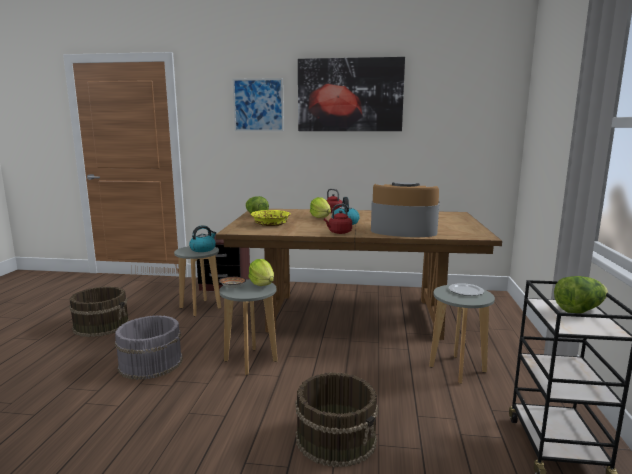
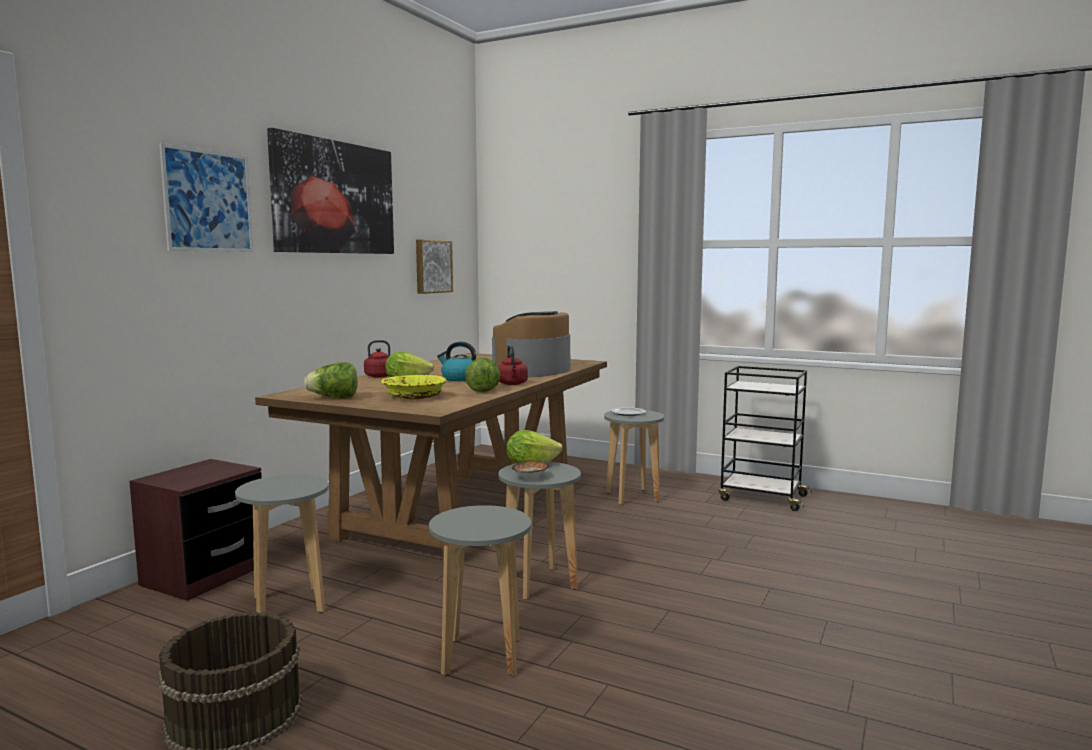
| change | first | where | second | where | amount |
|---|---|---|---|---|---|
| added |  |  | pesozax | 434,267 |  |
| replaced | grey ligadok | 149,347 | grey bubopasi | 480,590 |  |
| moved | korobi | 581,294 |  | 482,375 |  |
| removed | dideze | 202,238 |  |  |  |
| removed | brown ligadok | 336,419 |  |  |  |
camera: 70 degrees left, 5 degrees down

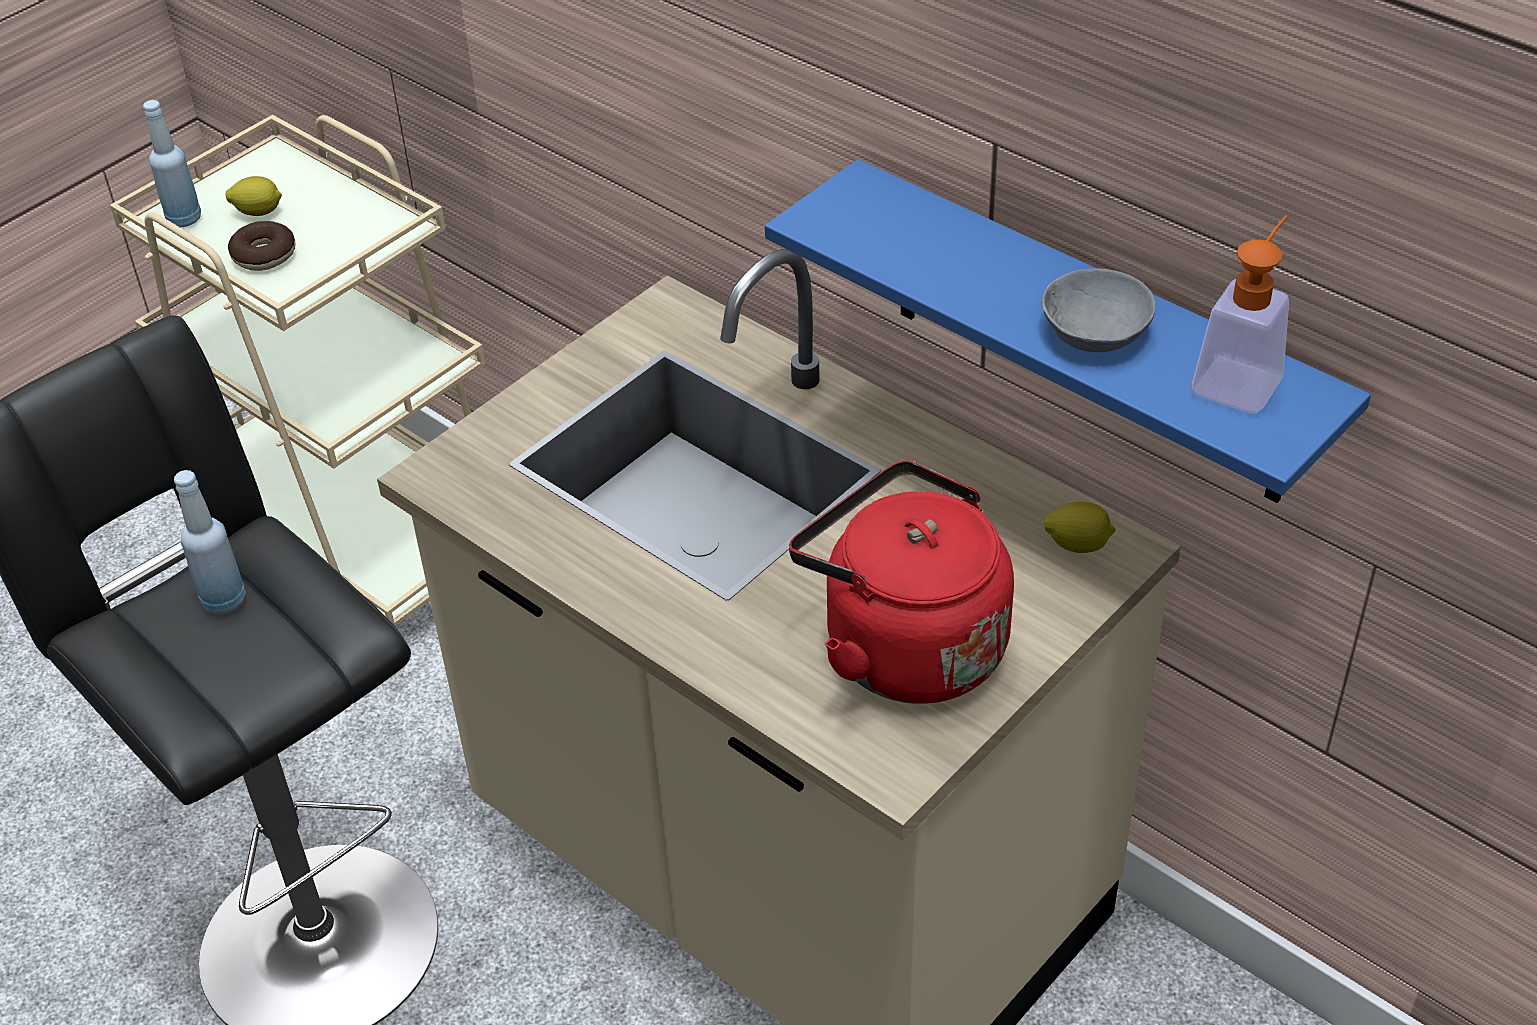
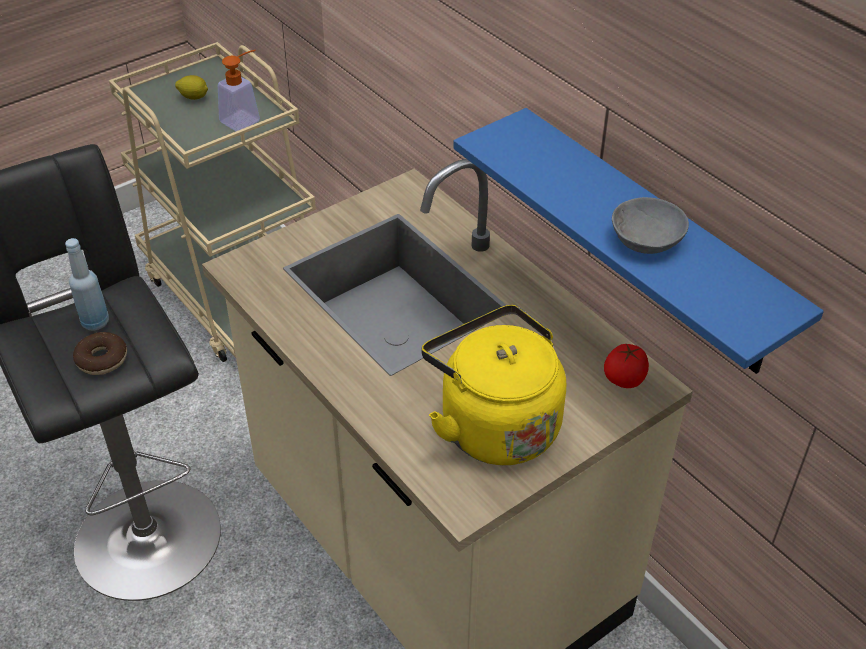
| change | first | where | second | where | amount |
|---|---|---|---|---|---|
| moved | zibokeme | 261,246 |  | 100,353 |  |
| moved | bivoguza | 1240,314 |  | 239,90 |  |
| recoloured | red dideze | 901,582 | yellow dideze | 493,385 |  |
| replaced | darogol | 1079,527 | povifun | 626,365 |  |
| removed | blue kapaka | 172,164 |  |  |  |
camera: 10 degrees right, 0 degrees up

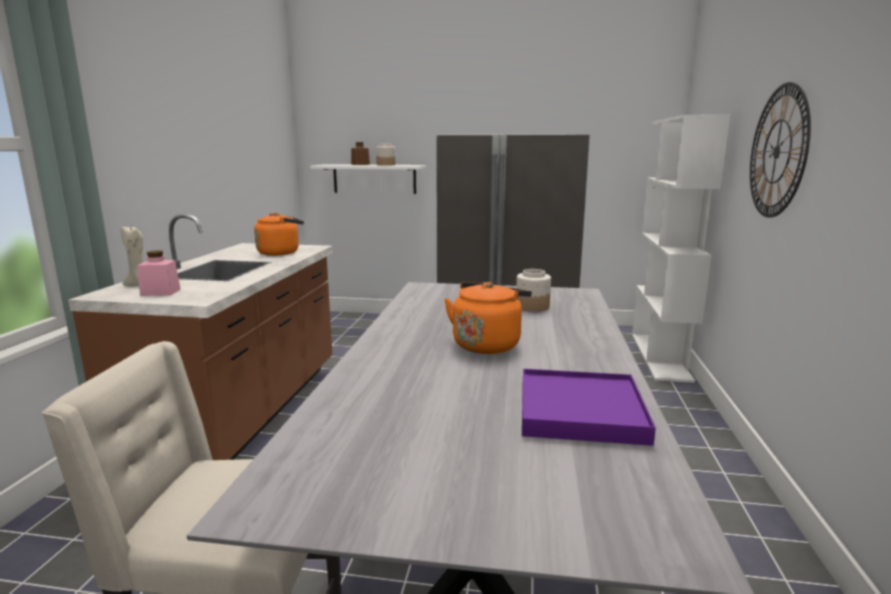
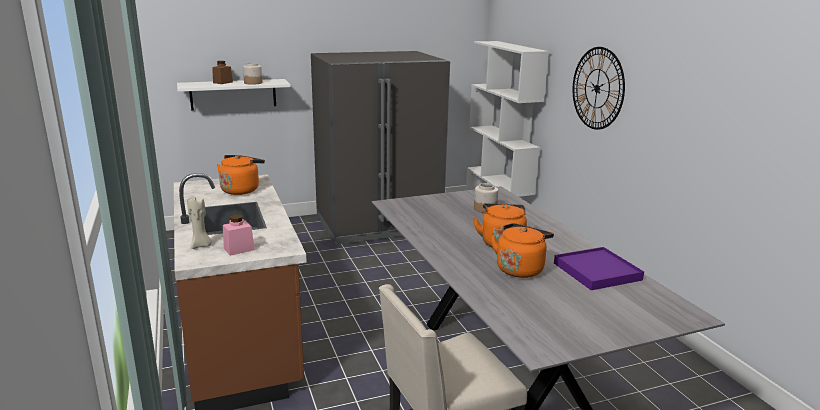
| change | first | where | second | where | amount |
|---|---|---|---|---|---|
| added |  |  | orange dideze | 522,250 |  |
camera: 30 degrees left, 5 degrees up

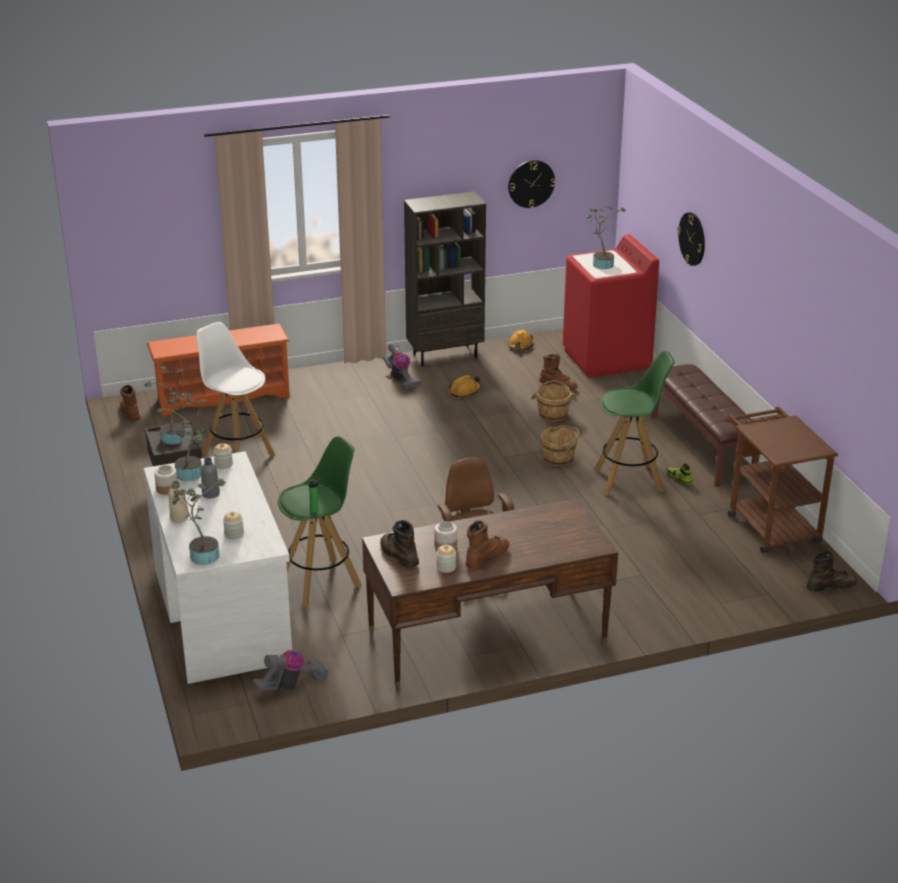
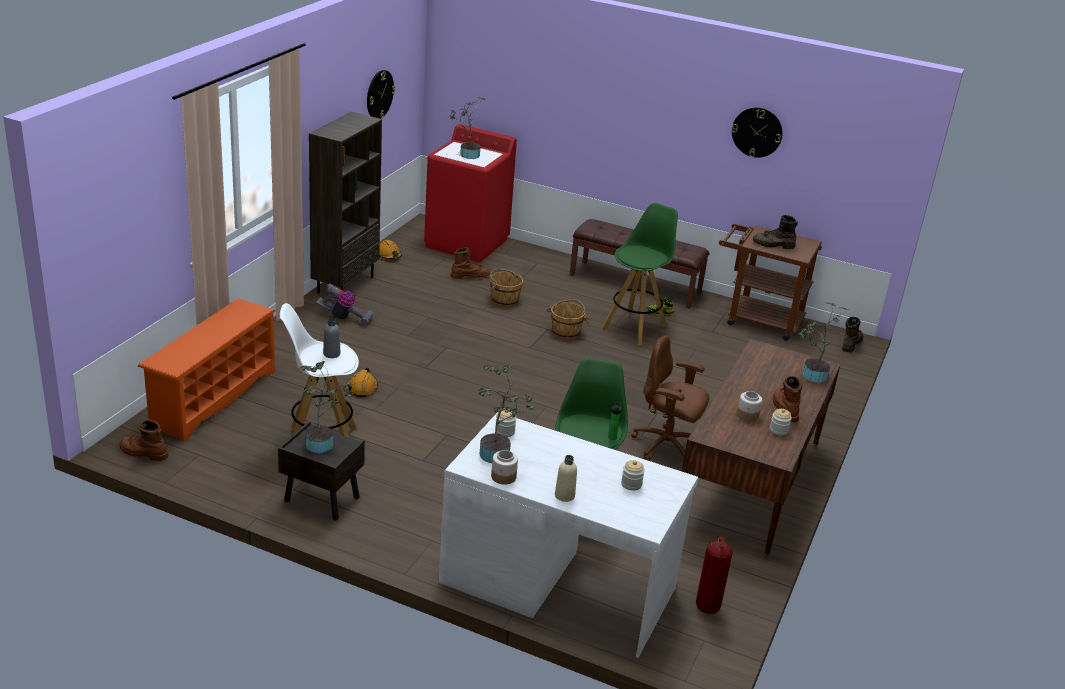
| change | first | where | second | where | amount |
|---|---|---|---|---|---|
| moved | grey kapaka | 210,477 |  | 331,338 |  |
| moved | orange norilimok | 465,386 |  | 363,382 |  |
| replaced | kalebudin | 290,670 | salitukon | 714,574 |  |
| moved | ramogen | 691,239 |  | 757,132 |  |
| moved | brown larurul | 399,544 |  | 775,232 |  |
| moved | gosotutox | 199,522 |  | 823,342 |  |
camera: 50 degrees left, 0 degrees up

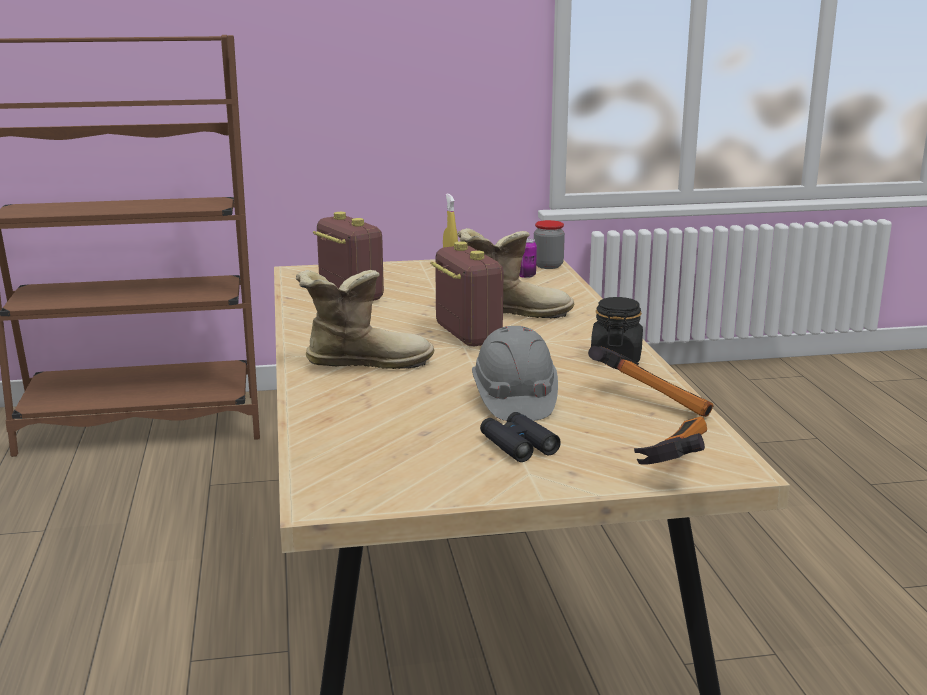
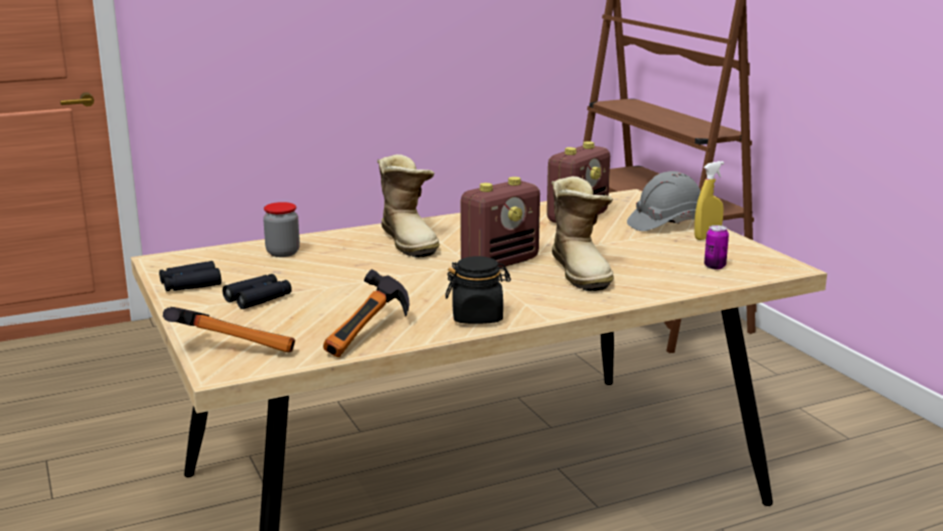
| change | first | where | second | where | amount |
|---|---|---|---|---|---|
| added |  |  | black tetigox | 190,276 |  |
| moved | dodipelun | 549,244 |  | 281,229 |  |
| moved | grey norilimok | 515,373 |  | 664,201 |  |
camera: 75 degrees right, 0 degrees up

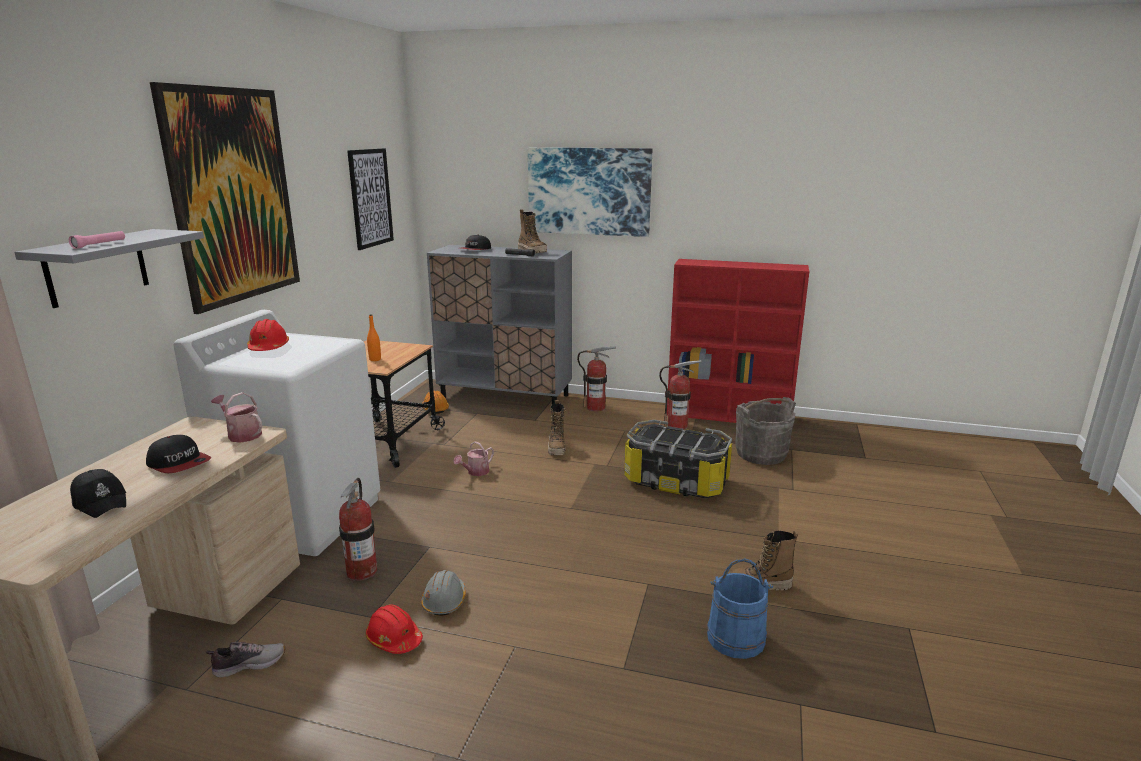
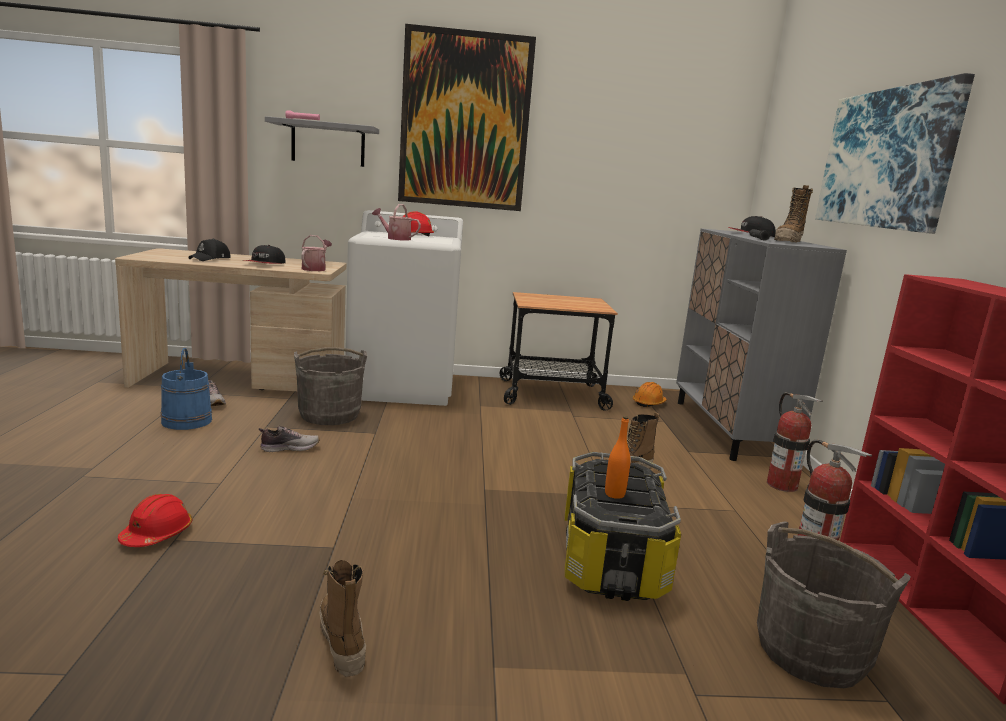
| change | first | where | second | where | amount |
|---|---|---|---|---|---|
| moved | red norilimok | 394,629 |  | 155,520 |  |
| moved | blue ligadok | 740,608 |  | 186,389 |  |
| replaced | grey norilimok | 443,593 | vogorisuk | 289,439 |  |
| replaced | salitukon | 358,529 | grey ligadok | 330,386 |  |
| moved | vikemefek | 473,458 |  | 396,222 |  |
| moved | orange kapaka | 374,337 |  | 618,457 |  |
| removed | pesozax | 370,199 |  |  |  |
camera: 70 degrees right, 5 degrees down

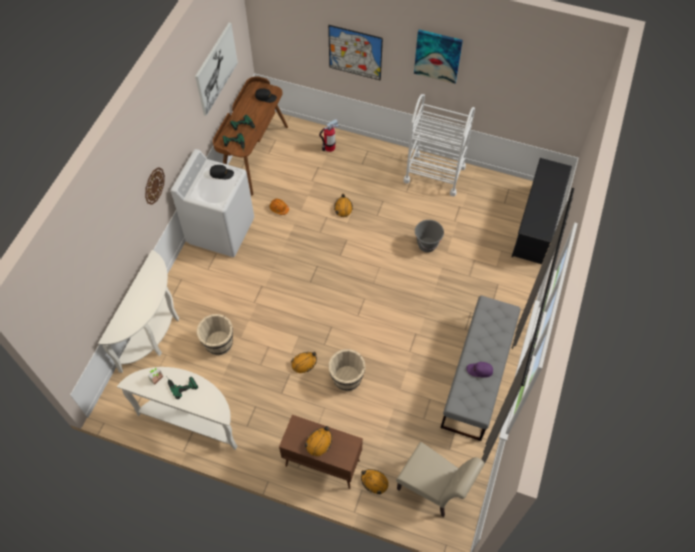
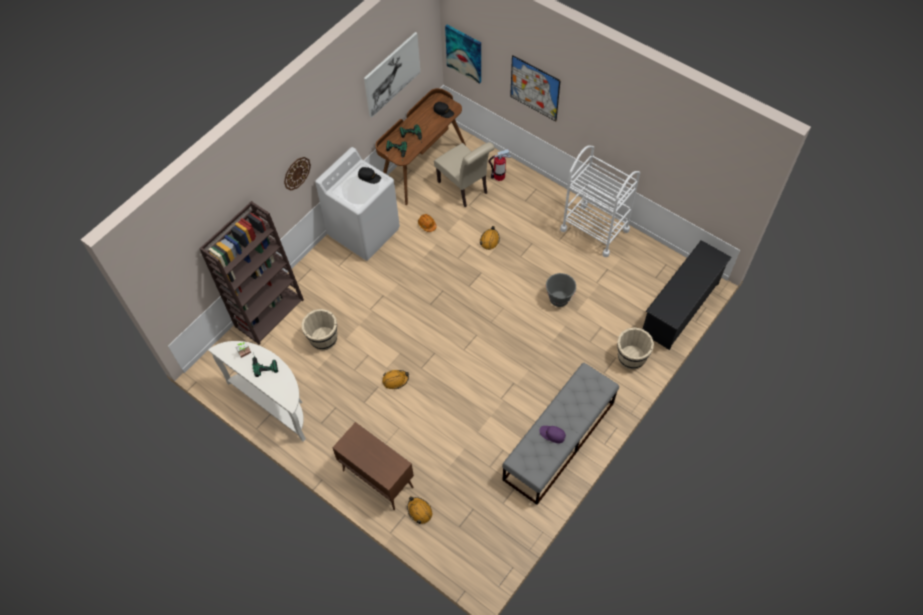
| change | first | where | second | where | amount |
|---|---|---|---|---|---|
| replaced | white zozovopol | 138,311 | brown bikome | 251,273 |  |
| moved | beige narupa | 440,479 |  | 464,174 |  |
| moved | pesozax | 438,57 |  | 463,54 |  |
| moved | beige ligadok | 347,370 |  | 635,348 |  |
| removed | orange norilimok | 318,441 |  |  |  |
camera: 20 degrees right, 0 degrees up

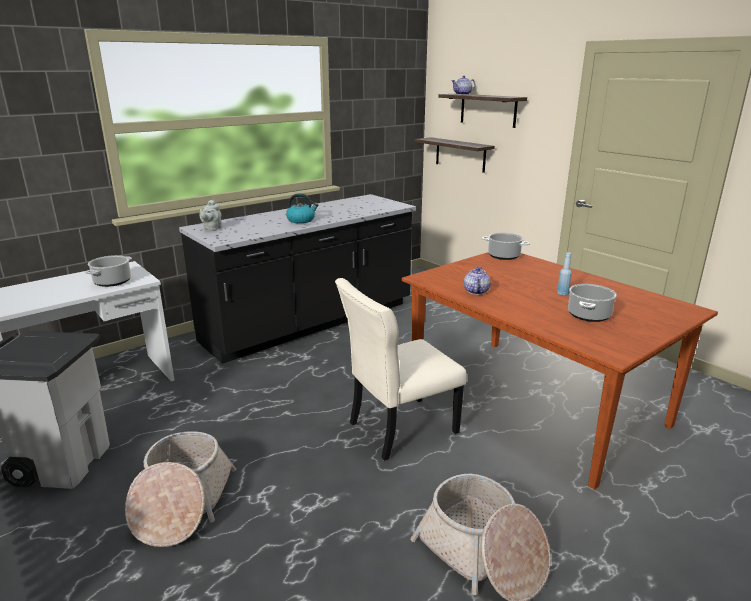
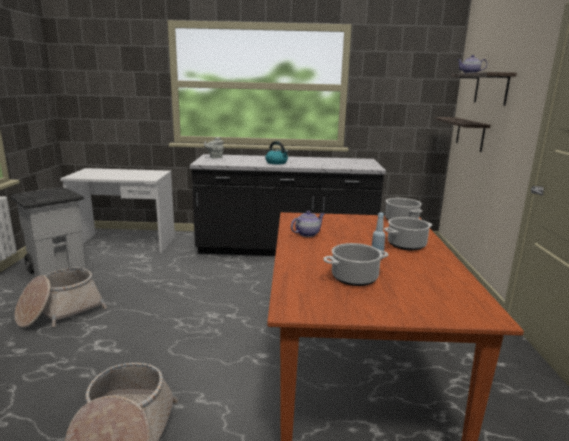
| change | first | where | second | where | amount |
|---|---|---|---|---|---|
| moved | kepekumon | 108,271 |  | 408,233 |  |
| removed | beige narupa | 401,369 |  |  |  |
camera: 40 degrees right, 5 degrees down

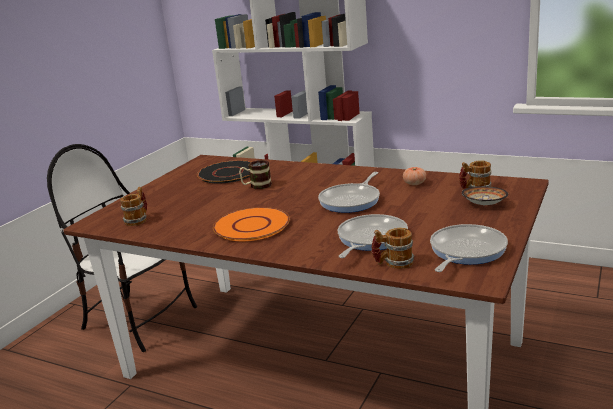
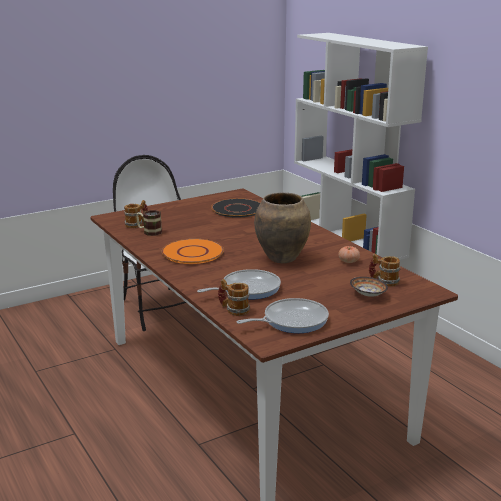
| change | first | where | second | where | amount |
|---|---|---|---|---|---|
| moved | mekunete | 255,174 |  | 149,223 |  |
| replaced | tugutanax | 349,192 | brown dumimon | 282,228 |  |
camera: 30 degrees right, 0 degrees up

